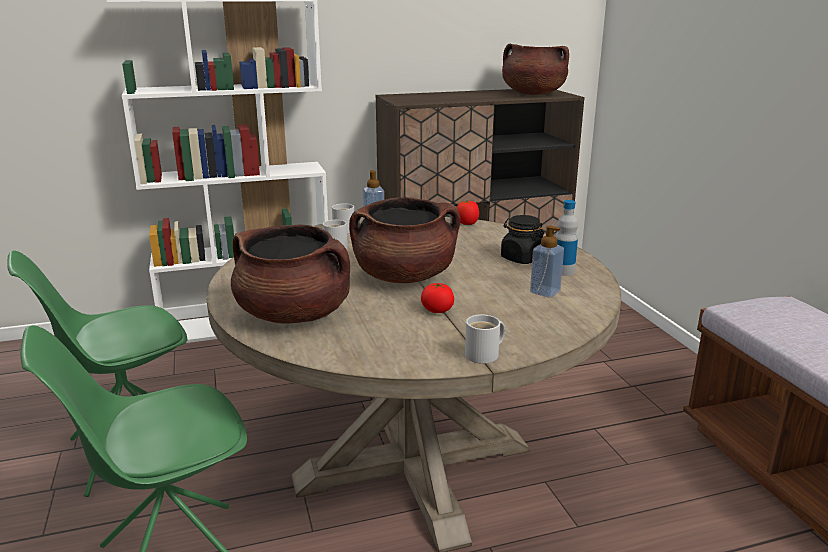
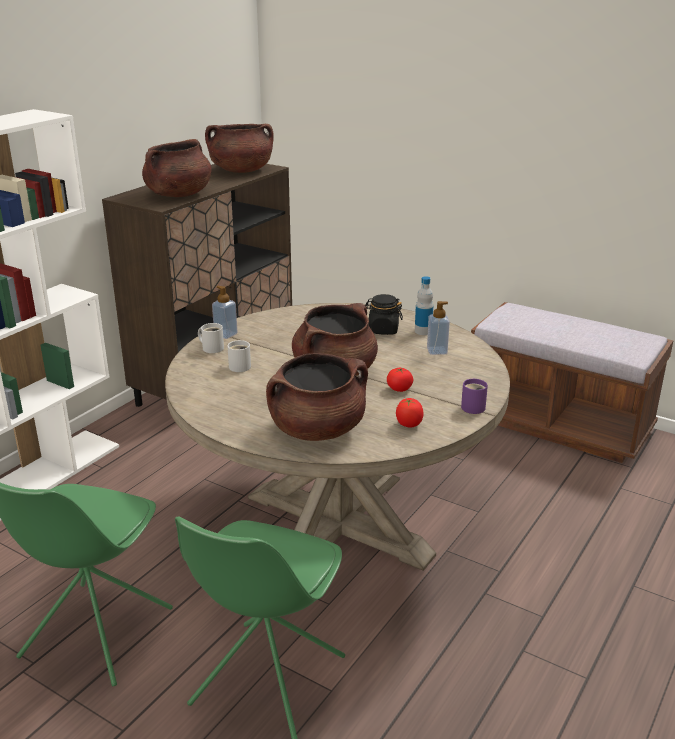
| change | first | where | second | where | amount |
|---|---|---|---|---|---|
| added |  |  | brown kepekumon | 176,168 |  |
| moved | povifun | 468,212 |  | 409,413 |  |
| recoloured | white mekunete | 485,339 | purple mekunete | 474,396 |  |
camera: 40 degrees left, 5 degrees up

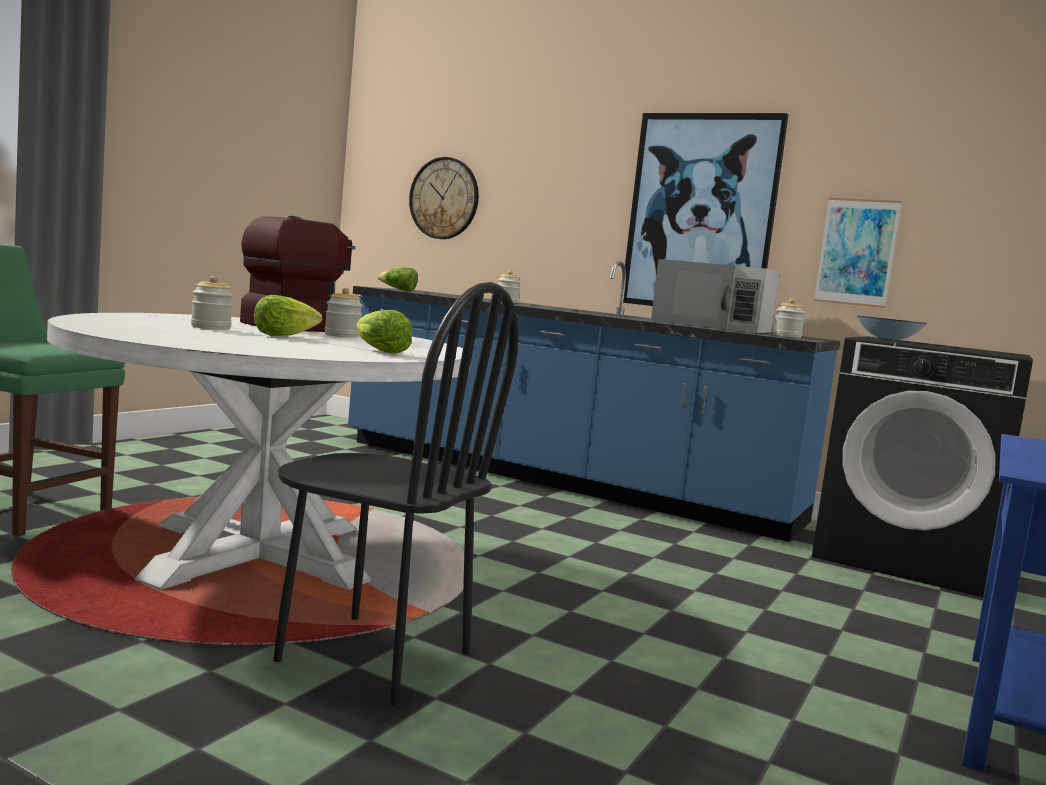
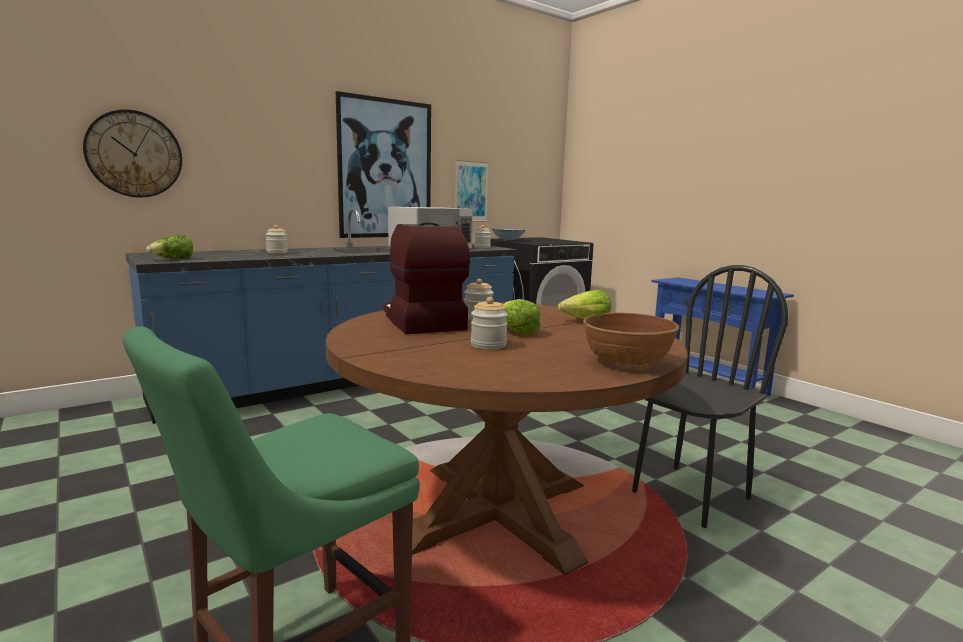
| change | first | where | second | where | amount |
|---|---|---|---|---|---|
| recoloured | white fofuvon | 258,451 | brown fofuvon | 507,438 |  |
| added |  |  | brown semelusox | 631,340 |  |
camera: 65 degrees left, 5 degrees up

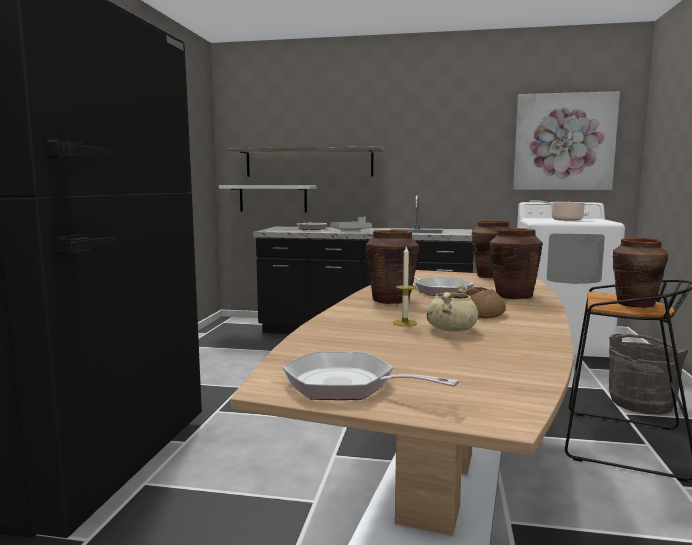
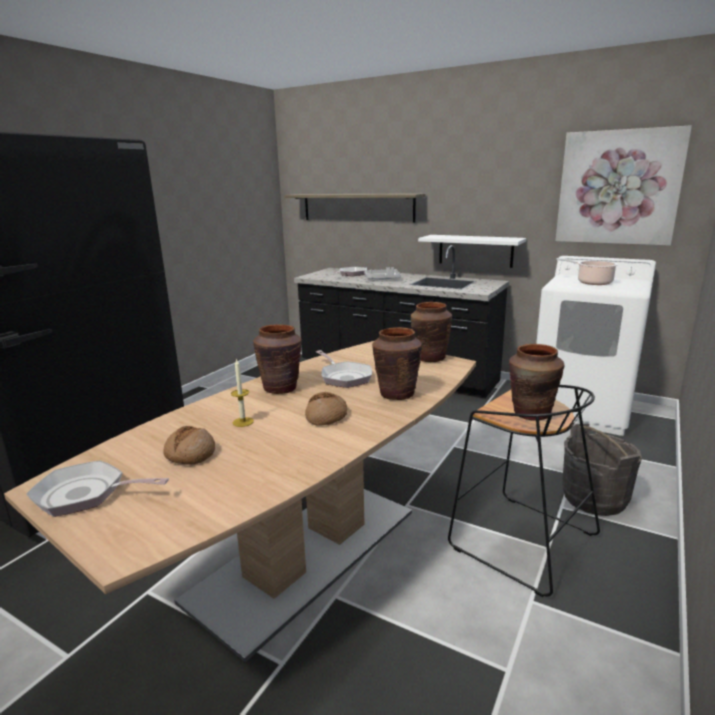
| change | first | where | second | where | amount |
|---|---|---|---|---|---|
| turned | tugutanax | 370,375 |  | 97,488 | 45 degrees counterclockwise |
| added |  |  | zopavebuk | 189,445 |  |
| moved | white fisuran | 268,198 |  | 472,251 |  |
| removed | beige kepekumon | 452,308 |  |  |  |
camera: 20 degrees right, 10 degrees up

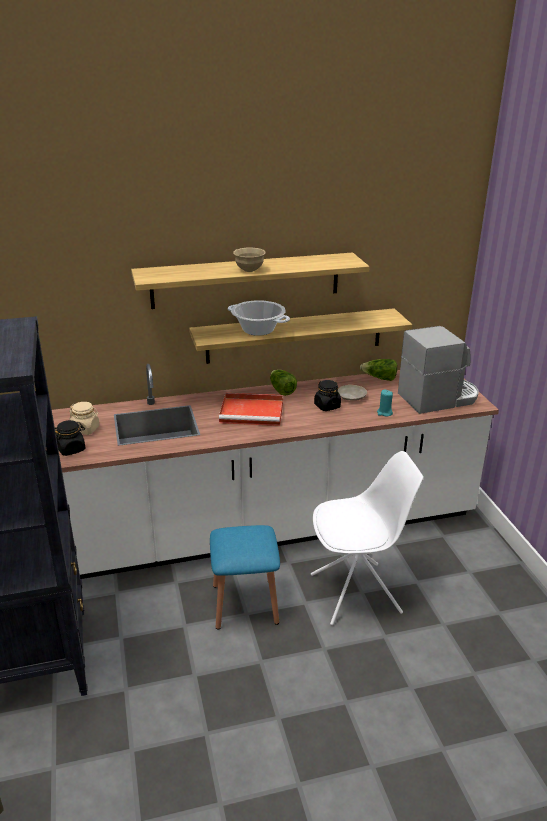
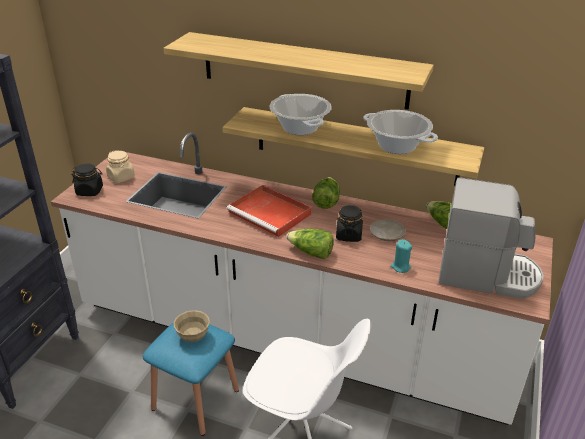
| change | first | where | second | where | amount |
|---|---|---|---|---|---|
| moved | beige semelusox | 249,260 |  | 191,326 |  |
| added |  |  | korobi | 310,244 |  |
| added |  |  | kepekumon | 400,132 |  |
camera: 35 degrees right, 5 degrees up

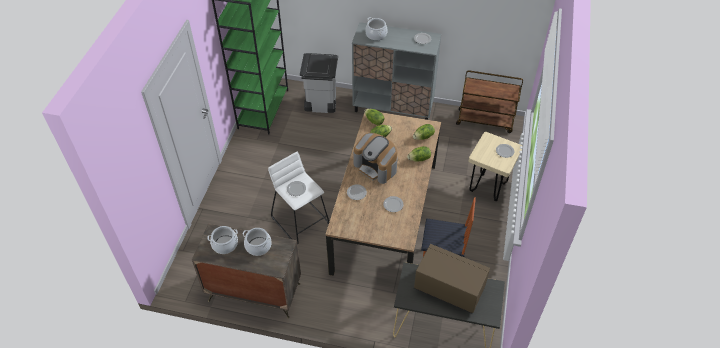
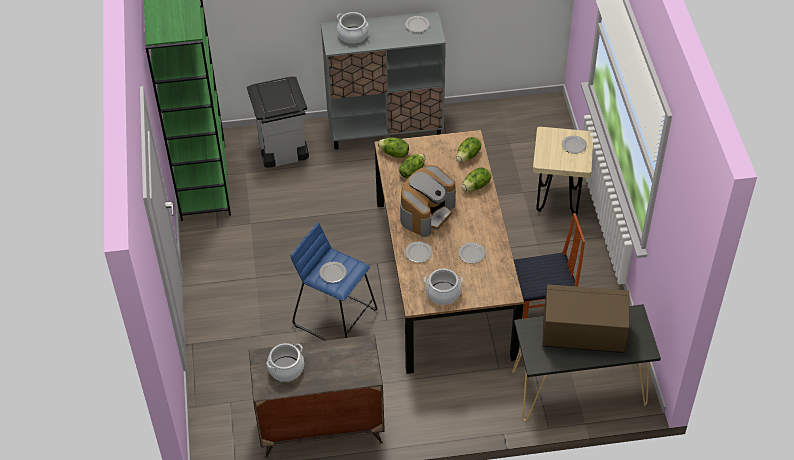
| change | first | where | second | where | amount |
|---|---|---|---|---|---|
| recoloured | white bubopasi | 298,198 | blue bubopasi | 334,282 |  |
| turned | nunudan | 375,158 |  | 428,201 | 75 degrees counterclockwise |
| moved | kepekumon | 257,242 |  | 443,287 |  |
| removed | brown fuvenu | 489,101 |  |  |  |
camera: 20 degrees left, 0 degrees up

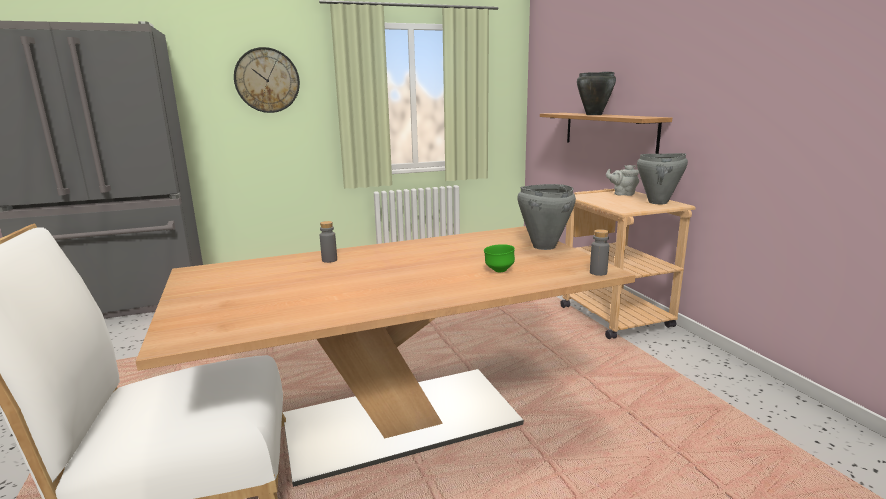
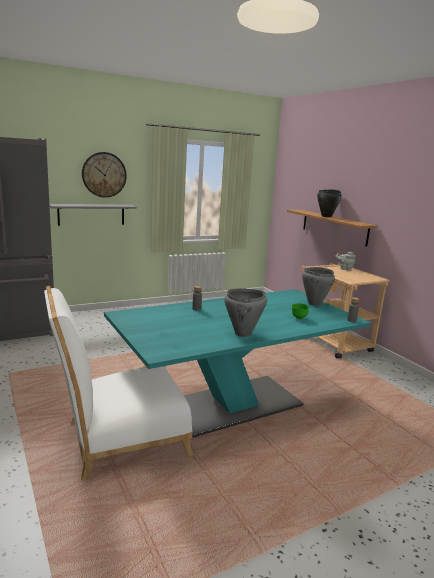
| change | first | where | second | where | amount |
|---|---|---|---|---|---|
| added |  |  | grey fisuran | 93,215 |  |
| recoloured | beige fofuvon | 385,356 | turquoise fofuvon | 237,363 |  |
| moved | grey kepekumon | 662,178 |  | 245,312 |  |
camera: 10 degrees left, 0 degrees up

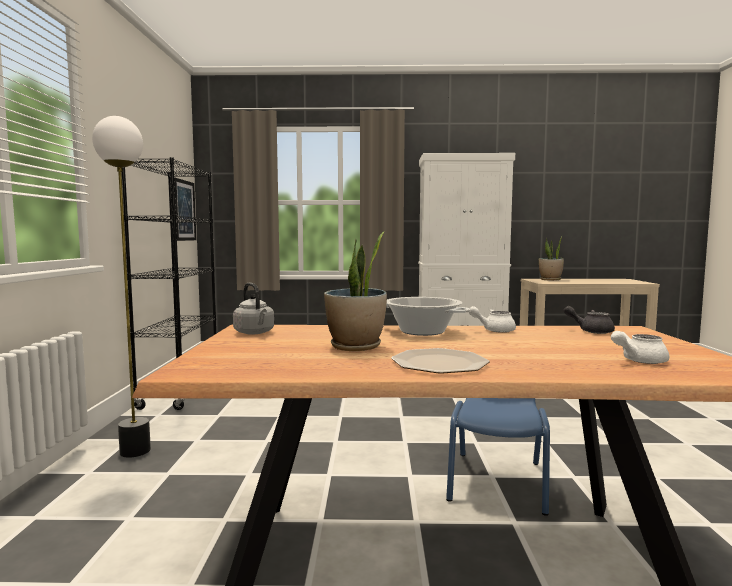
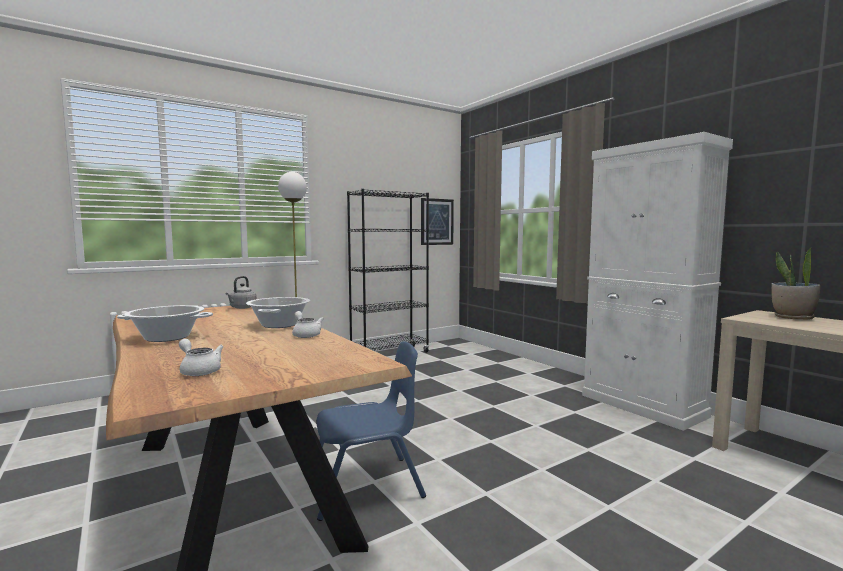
| change | first | where | second | where | amount |
|---|---|---|---|---|---|
| replaced | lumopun | 440,361 | kepekumon | 165,323 |  |
| removed | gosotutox | 355,291 |  |  |  |
| removed | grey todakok | 589,320 |  |  |  |
camera: 55 degrees right, 0 degrees up

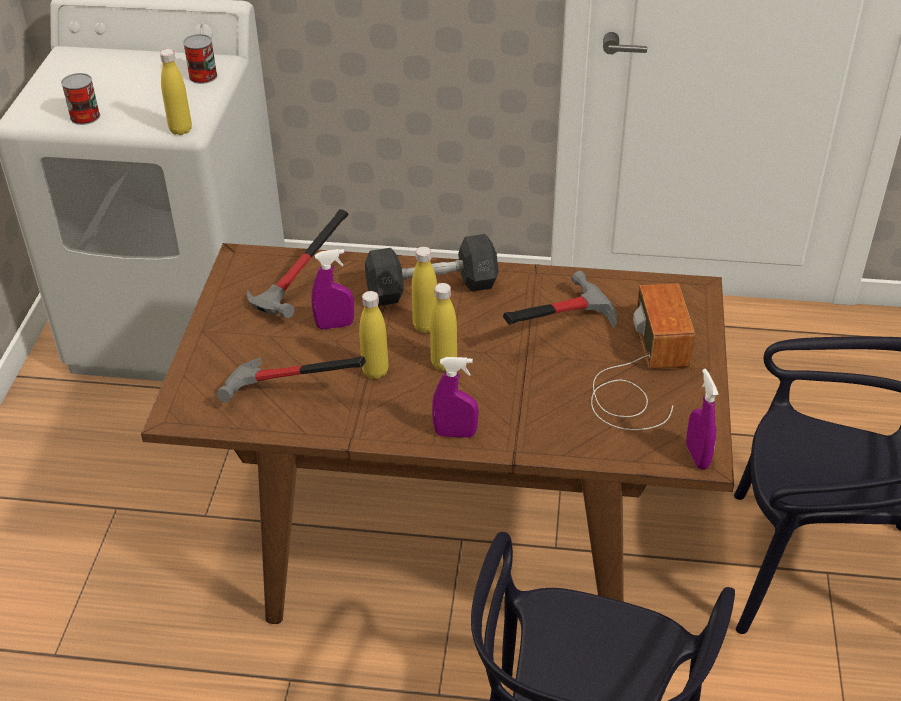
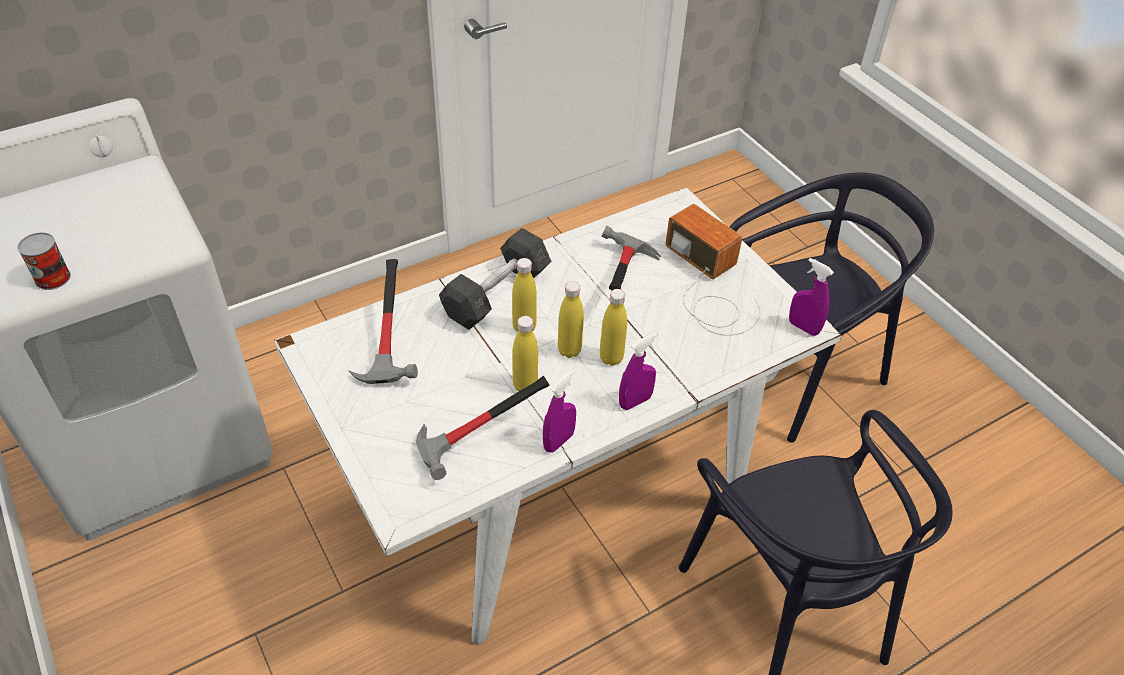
| change | first | where | second | where | amount |
|---|---|---|---|---|---|
| recoloured | brown fofuvon | 437,433 | white fofuvon | 558,415 |  |
| moved | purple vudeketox | 332,289 |  | 559,411 |  |
| moved | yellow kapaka | 176,92 |  | 613,327 |  |
| removed | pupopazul | 200,59 |  |  |  |
camera: 40 degrees left, 5 degrees up

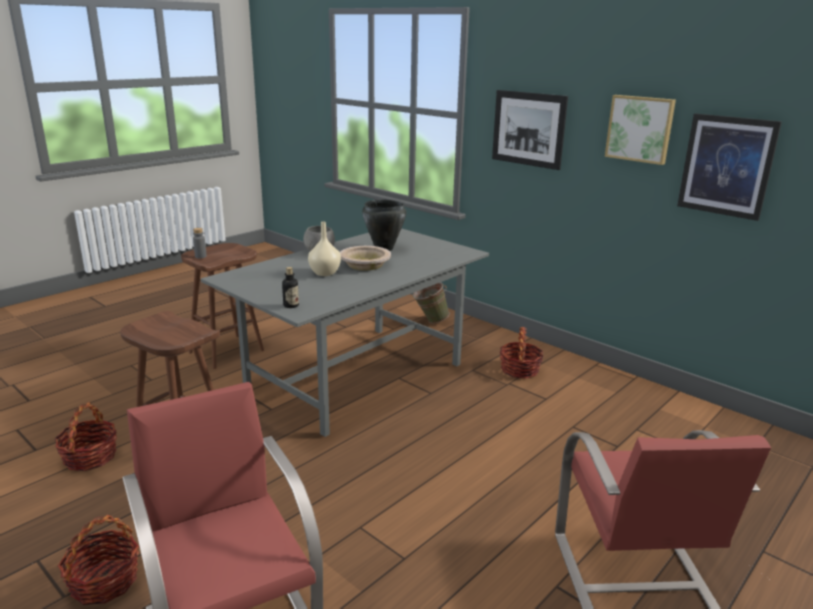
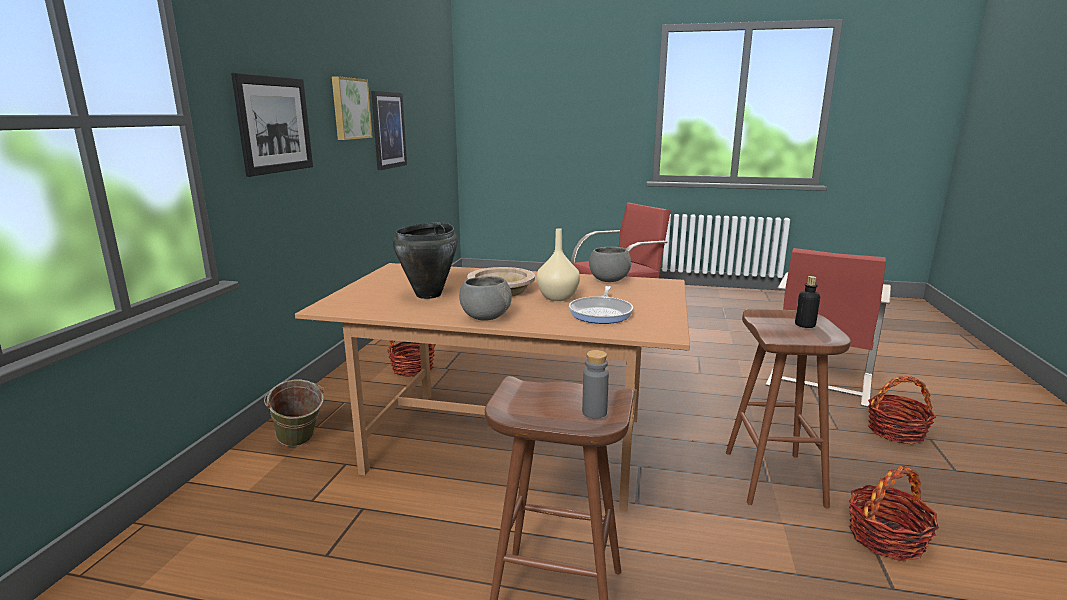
| change | first | where | second | where | amount |
|---|---|---|---|---|---|
| recoloured | grey fofuvon | 345,332 | brown fofuvon | 492,387 |  |
| added |  |  | tugutanax | 601,305 |  |
| added |  |  | grey semelusox | 610,264 |  |
| moved | kapaka | 290,287 |  | 807,302 |  |
camera: 120 degrees left, 5 degrees down

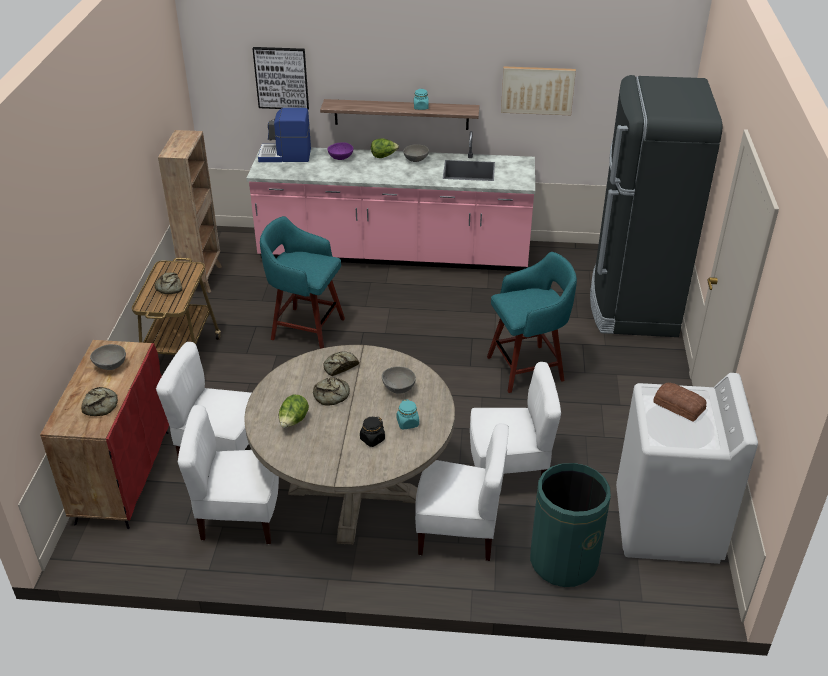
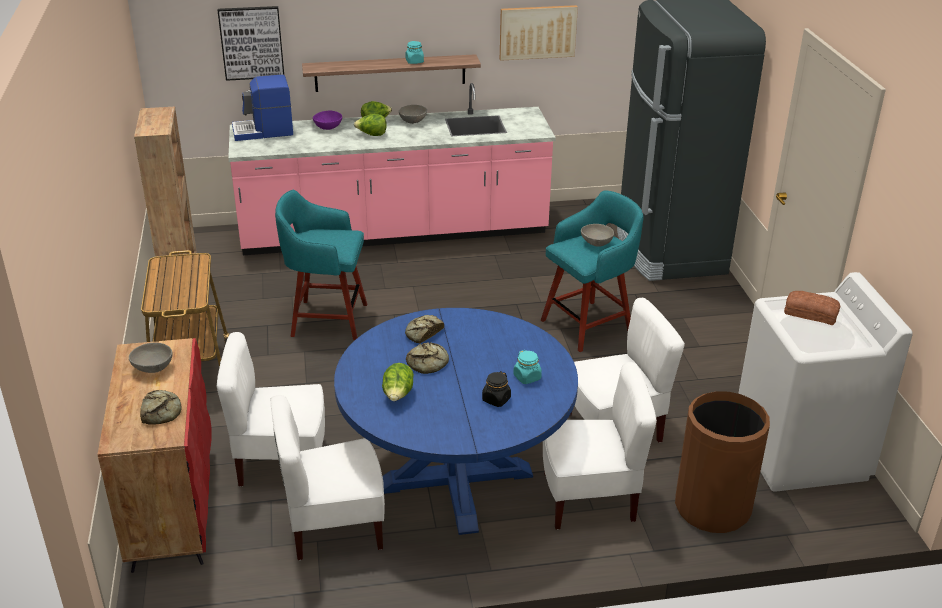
| change | first | where | second | where | amount |
|---|---|---|---|---|---|
| recoloured | beige fofuvon | 350,445 | blue fofuvon | 456,421 |  |
| added |  |  | korobi | 370,125 |  |
| moved | grey semelusox | 399,380 |  | 597,235 |  |
| recoloured | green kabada | 570,525 | brown kabada | 722,462 |  |
| removed | zopavebuk | 168,283 |  |  |  |
camera: 15 degrees left, 5 degrees down

